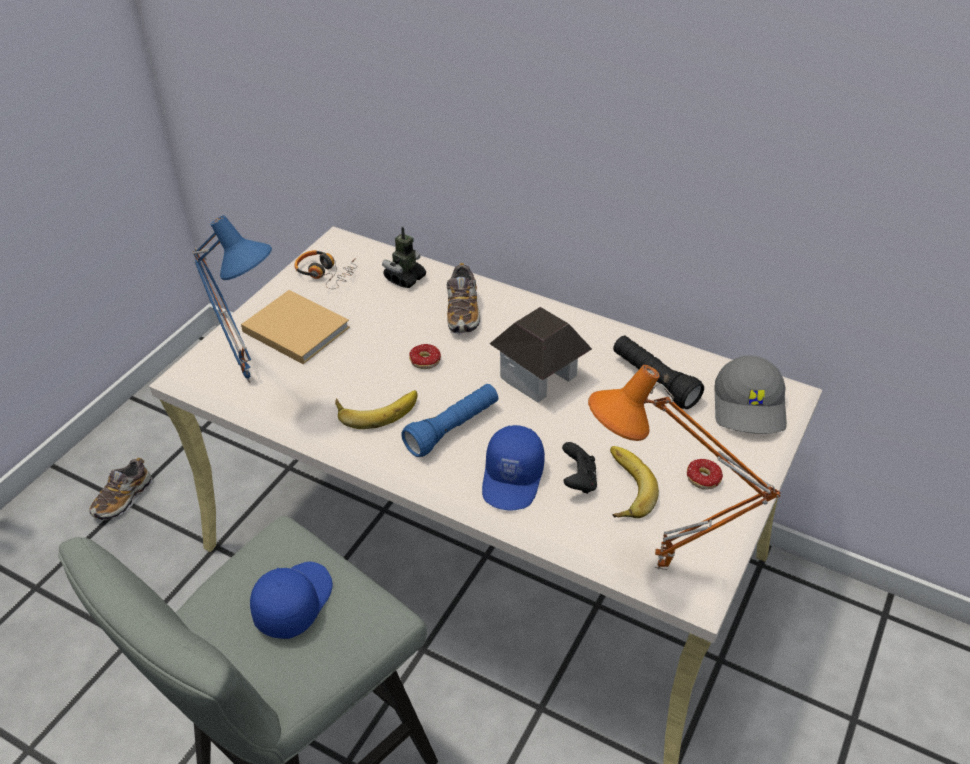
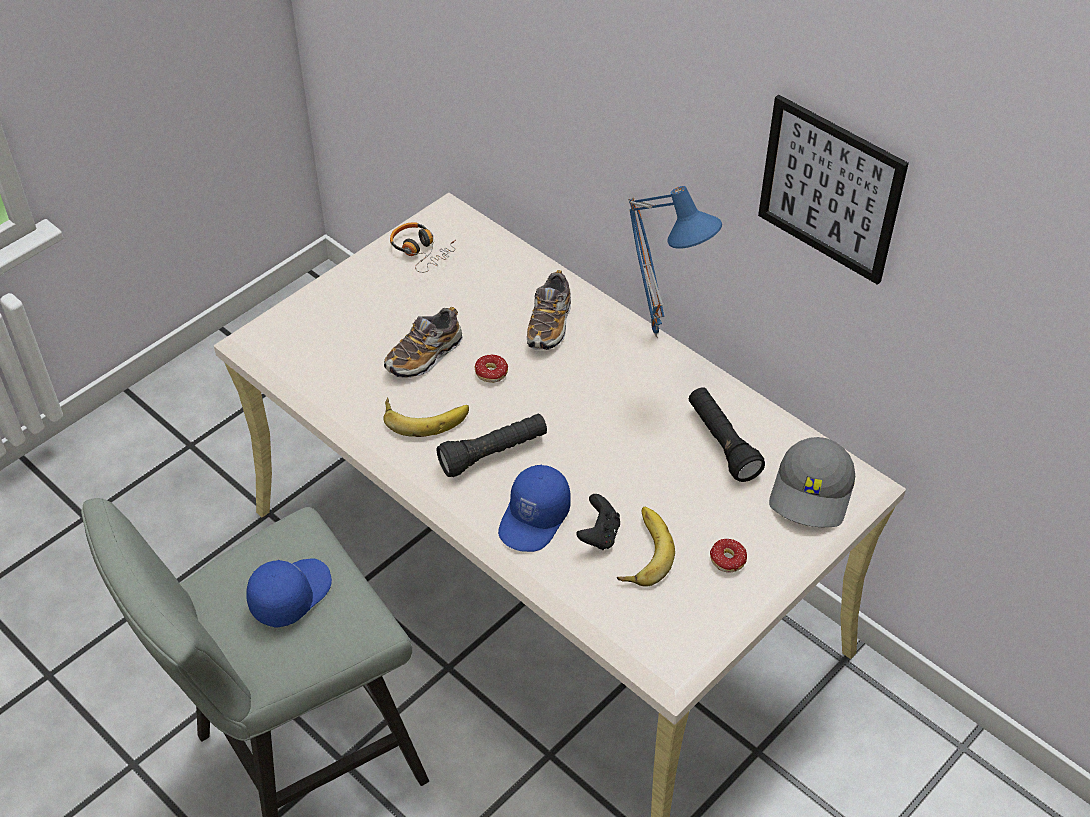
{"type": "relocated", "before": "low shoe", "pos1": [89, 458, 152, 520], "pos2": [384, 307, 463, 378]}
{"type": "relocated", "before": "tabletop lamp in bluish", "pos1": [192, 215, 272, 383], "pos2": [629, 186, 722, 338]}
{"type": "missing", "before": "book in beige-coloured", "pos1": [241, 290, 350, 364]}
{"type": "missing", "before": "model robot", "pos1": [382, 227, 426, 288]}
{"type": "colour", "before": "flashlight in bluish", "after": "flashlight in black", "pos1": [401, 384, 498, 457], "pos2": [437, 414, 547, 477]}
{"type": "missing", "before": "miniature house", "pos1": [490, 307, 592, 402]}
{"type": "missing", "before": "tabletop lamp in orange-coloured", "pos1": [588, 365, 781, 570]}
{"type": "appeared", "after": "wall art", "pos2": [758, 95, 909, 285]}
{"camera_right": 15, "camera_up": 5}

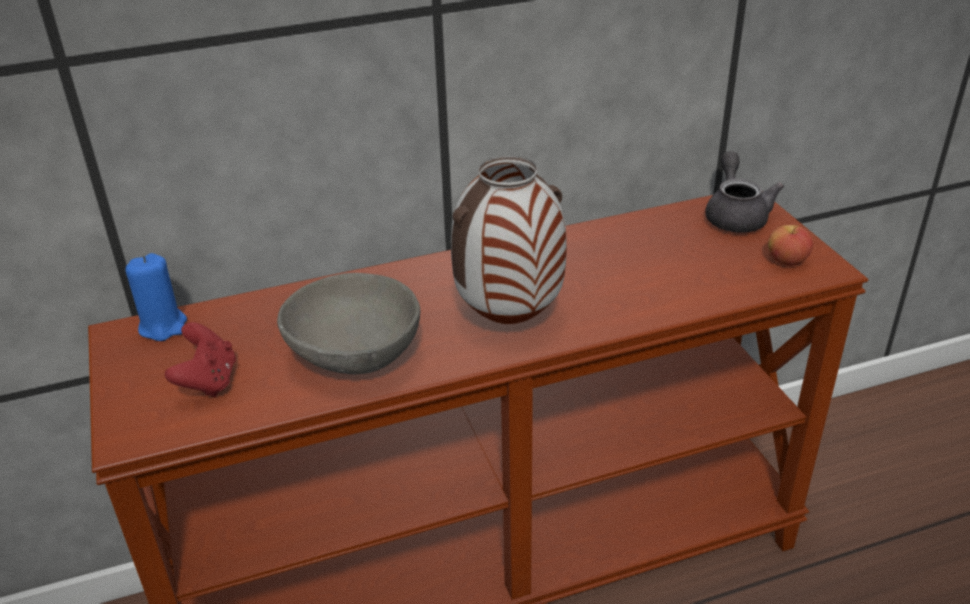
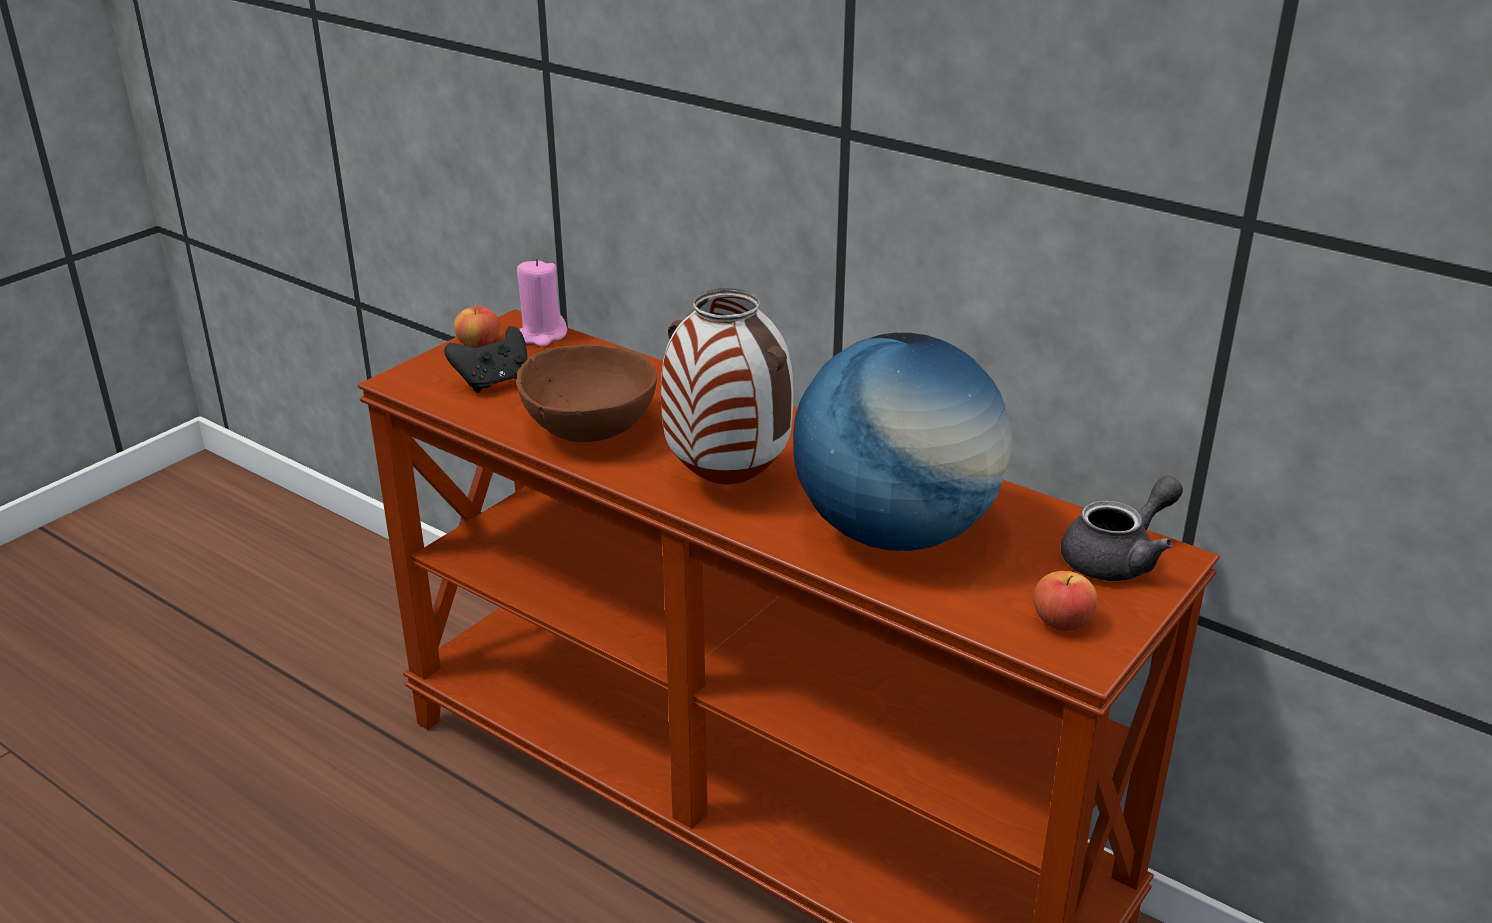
{"type": "colour", "before": "candle in bluish", "after": "candle in pink", "pos1": [125, 253, 187, 341], "pos2": [517, 258, 567, 347]}
{"type": "colour", "before": "game controller in reddish", "after": "game controller in black", "pos1": [165, 322, 236, 397], "pos2": [444, 326, 527, 392]}
{"type": "colour", "before": "bowl in gray", "after": "bowl in brown-coloured", "pos1": [277, 273, 420, 374], "pos2": [517, 344, 657, 442]}
{"type": "appeared", "after": "apple", "pos2": [454, 303, 500, 348]}
{"type": "appeared", "after": "desk globe", "pos2": [793, 333, 1012, 551]}
{"camera_right": 55, "camera_up": -5}

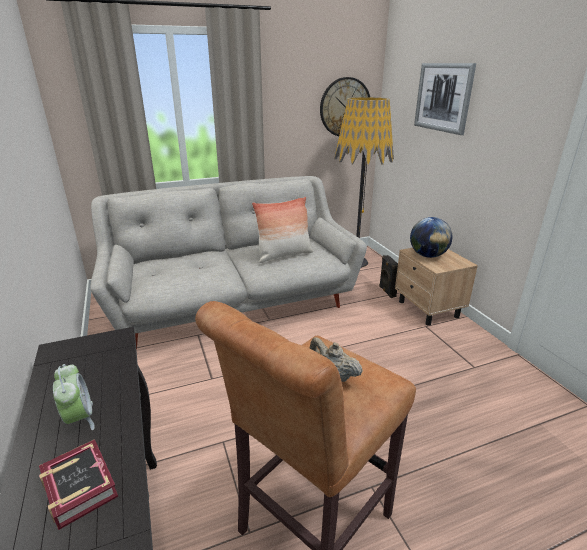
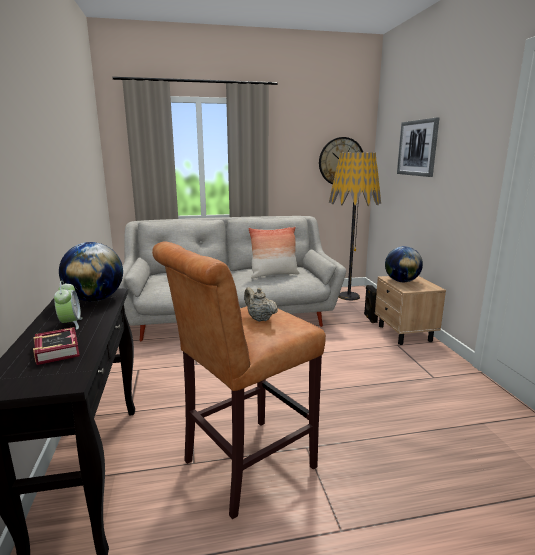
{"type": "appeared", "after": "desk globe", "pos2": [59, 242, 123, 301]}
{"camera_right": 10, "camera_up": -10}

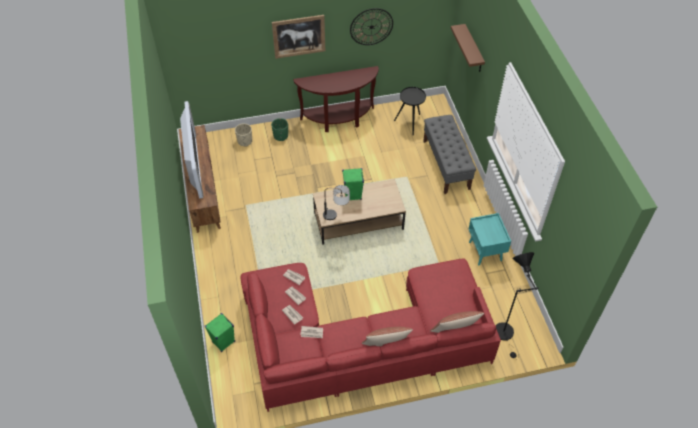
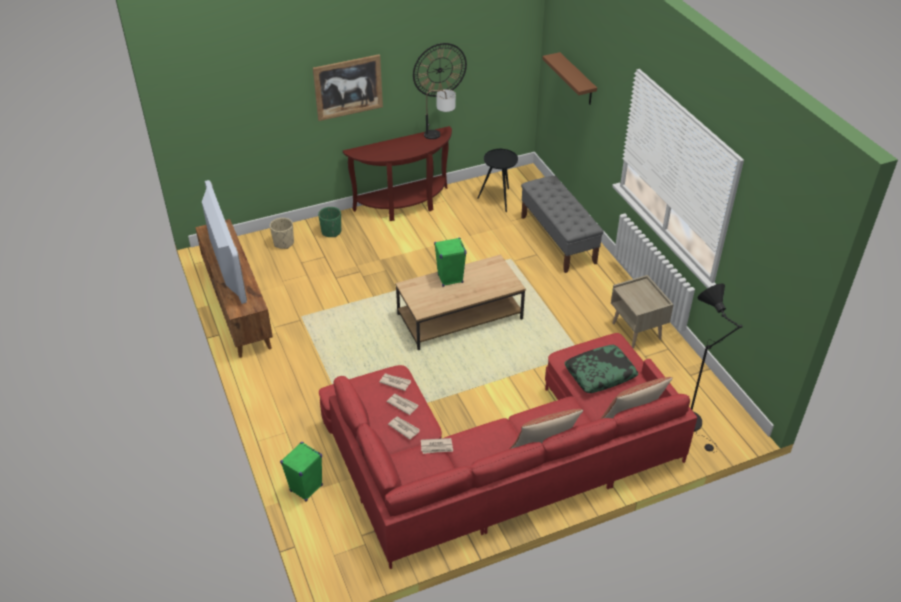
{"type": "relocated", "before": "tabletop lamp", "pos1": [323, 185, 350, 220], "pos2": [424, 89, 456, 139]}
{"type": "colour", "before": "bedside table in turquoise-coloured", "after": "bedside table in beige-coloured", "pos1": [469, 213, 511, 266], "pos2": [611, 275, 674, 348]}
{"type": "appeared", "after": "cushion", "pos2": [565, 345, 638, 393]}
{"camera_right": -10, "camera_up": -10}

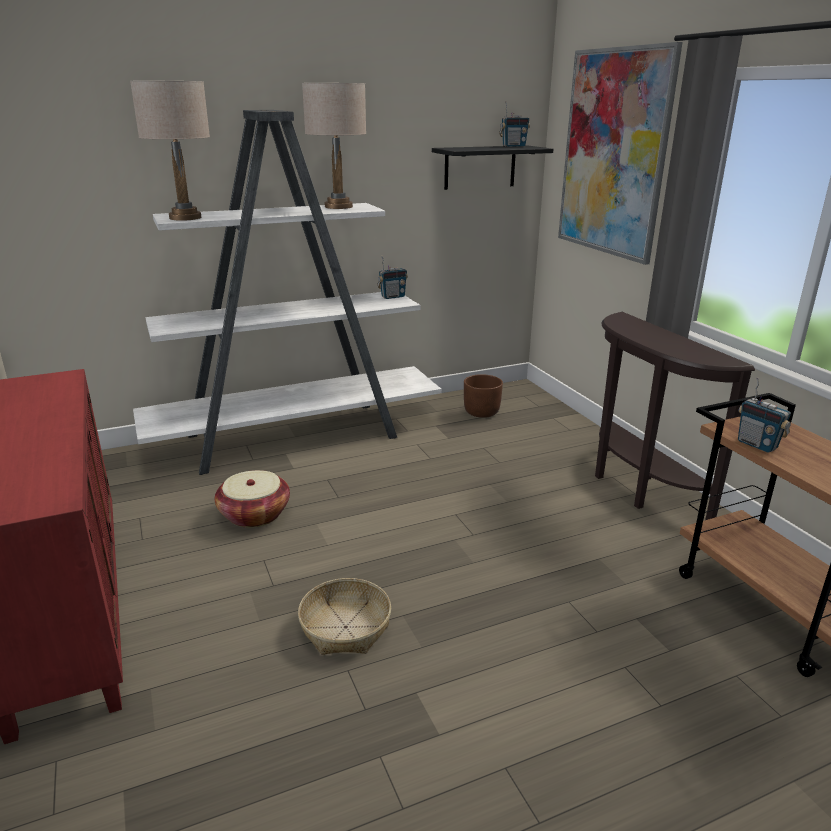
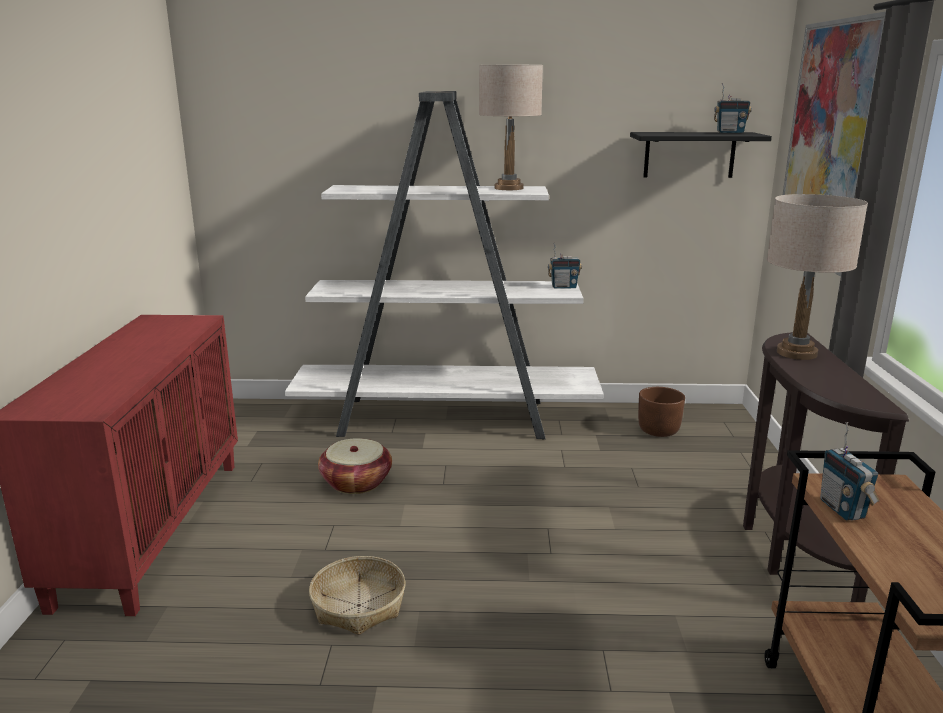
{"type": "relocated", "before": "tabletop lamp in beige-coloured", "pos1": [130, 81, 210, 221], "pos2": [767, 194, 868, 360]}
{"camera_right": 25, "camera_up": -5}

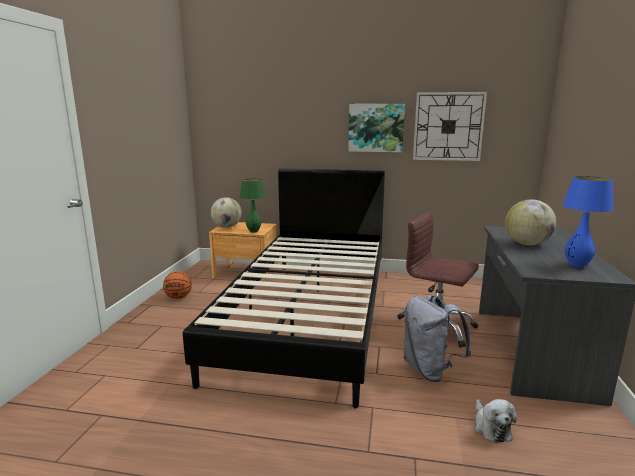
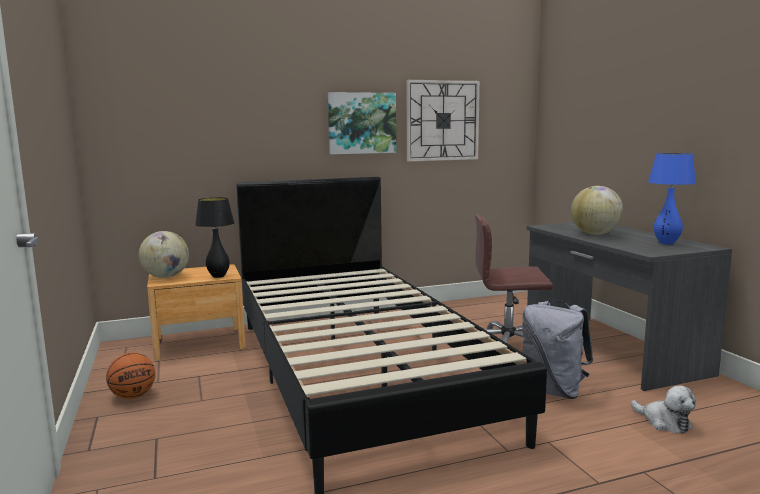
{"type": "colour", "before": "tabletop lamp in green-coloured", "after": "tabletop lamp in black", "pos1": [240, 179, 265, 233], "pos2": [195, 197, 234, 278]}
{"camera_right": -30, "camera_up": -5}

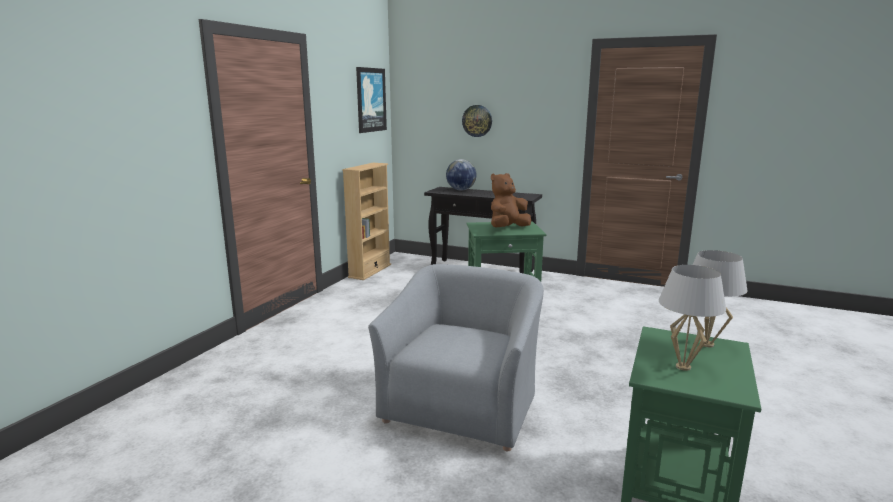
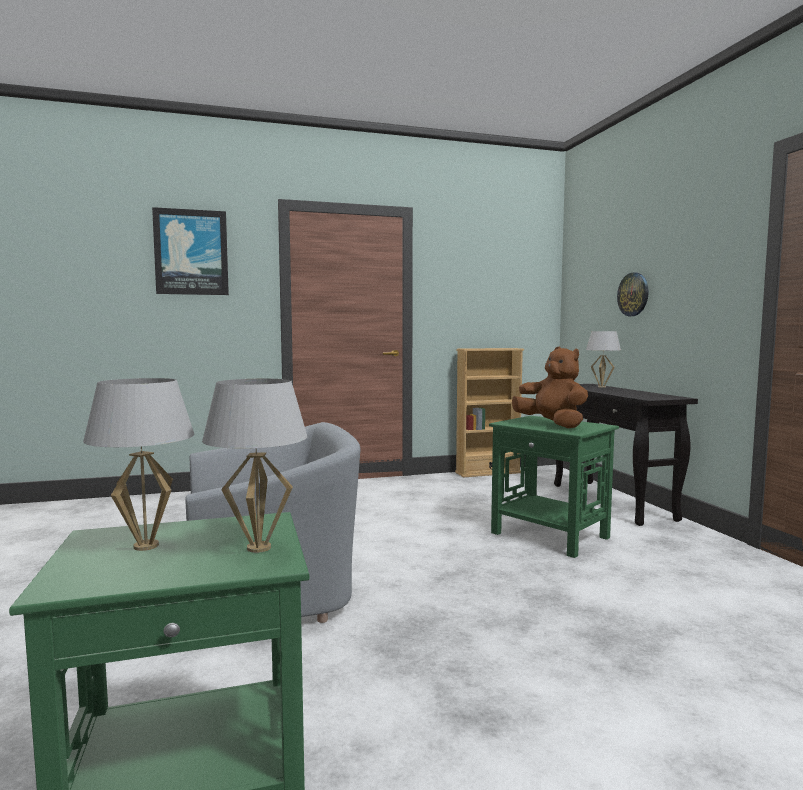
{"type": "relocated", "before": "wall art", "pos1": [356, 67, 387, 133], "pos2": [152, 207, 229, 295]}
{"type": "exchanged", "before": "desk globe", "after": "tabletop lamp in white-coloured", "pos1": [446, 159, 477, 191], "pos2": [586, 331, 621, 388]}
{"type": "spun", "before": "plush toy in brown-coloured", "pos1": [491, 173, 531, 227], "pos2": [512, 346, 588, 428], "turn": 45}
{"camera_right": 50, "camera_up": -10}

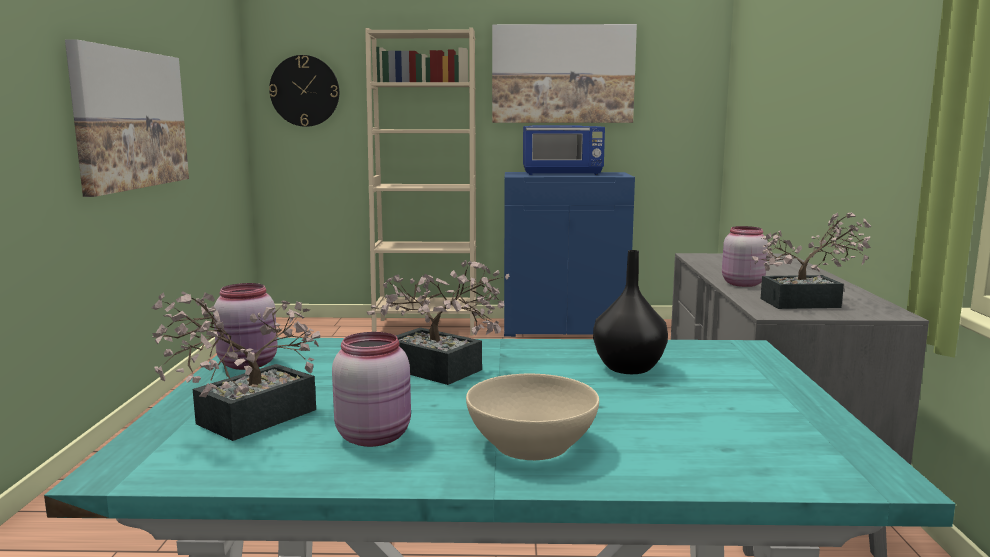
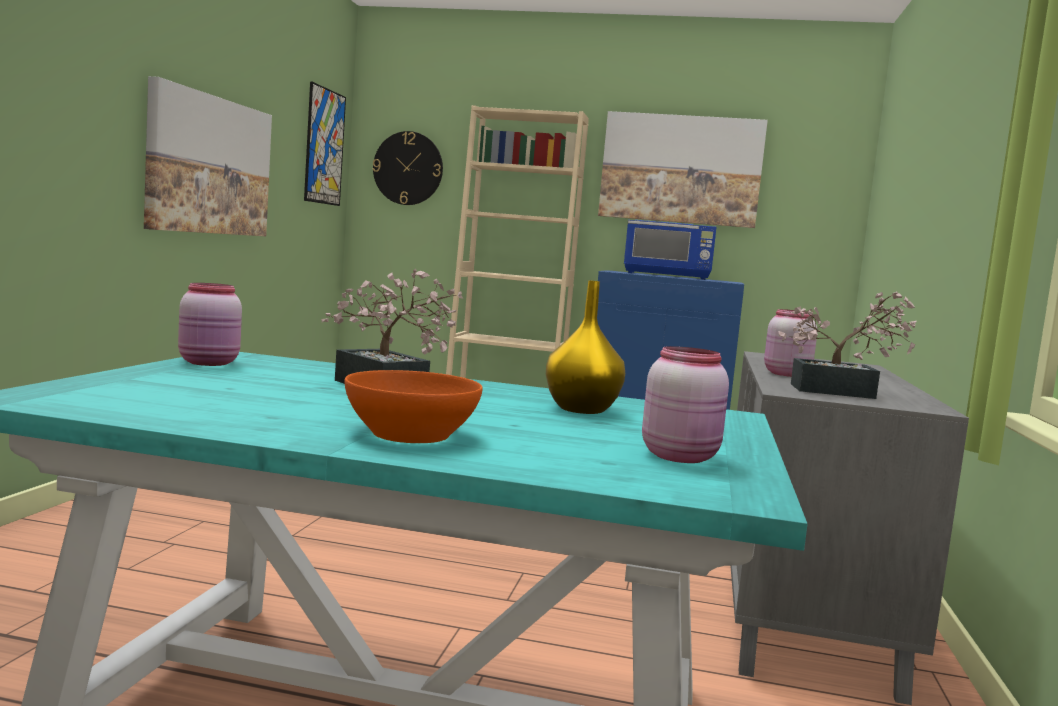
{"type": "missing", "before": "houseplant", "pos1": [152, 291, 320, 441]}
{"type": "relocated", "before": "storage jar in pink", "pos1": [332, 332, 411, 447], "pos2": [642, 346, 729, 463]}
{"type": "colour", "before": "bowl in beige-coloured", "after": "bowl in orange-coloured", "pos1": [466, 374, 599, 460], "pos2": [345, 370, 483, 443]}
{"type": "colour", "before": "vase in black", "after": "vase in yellow", "pos1": [593, 250, 668, 374], "pos2": [546, 280, 625, 414]}
{"type": "appeared", "after": "wall art", "pos2": [304, 81, 346, 206]}
{"camera_right": 10, "camera_up": -5}

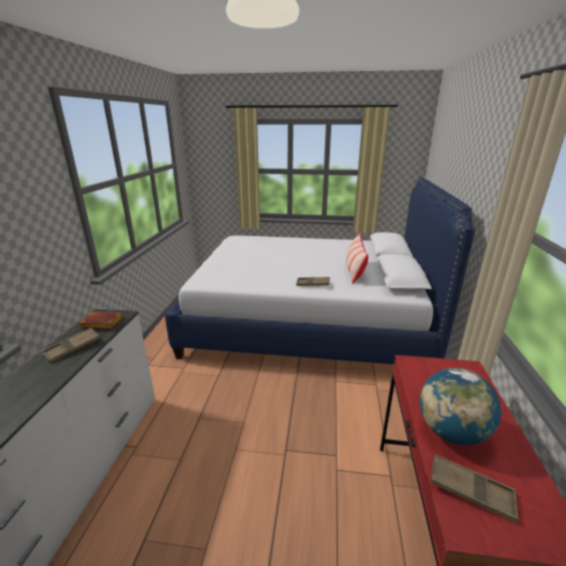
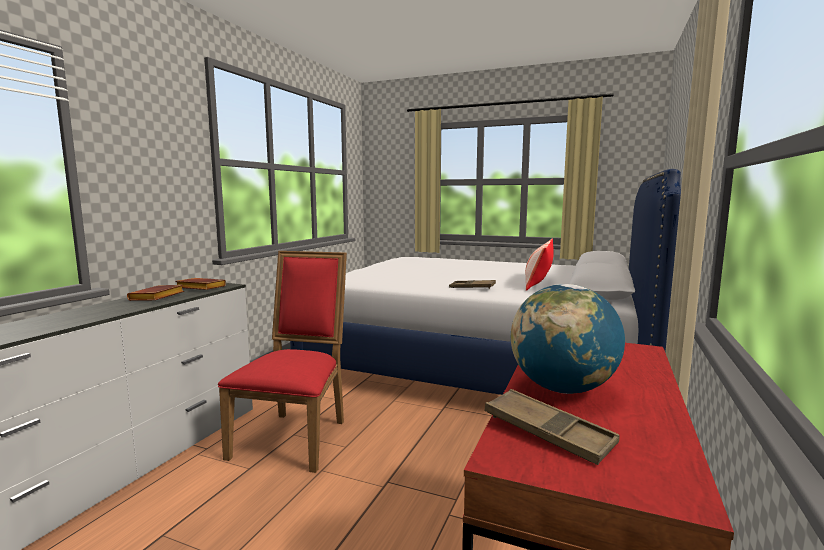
{"type": "exchanged", "before": "tray in brown-coloured", "after": "book in brown-coloured", "pos1": [41, 328, 100, 363], "pos2": [127, 285, 184, 301]}
{"type": "appeared", "after": "plain chair in reddish", "pos2": [218, 251, 347, 473]}
{"camera_right": 15, "camera_up": -15}

